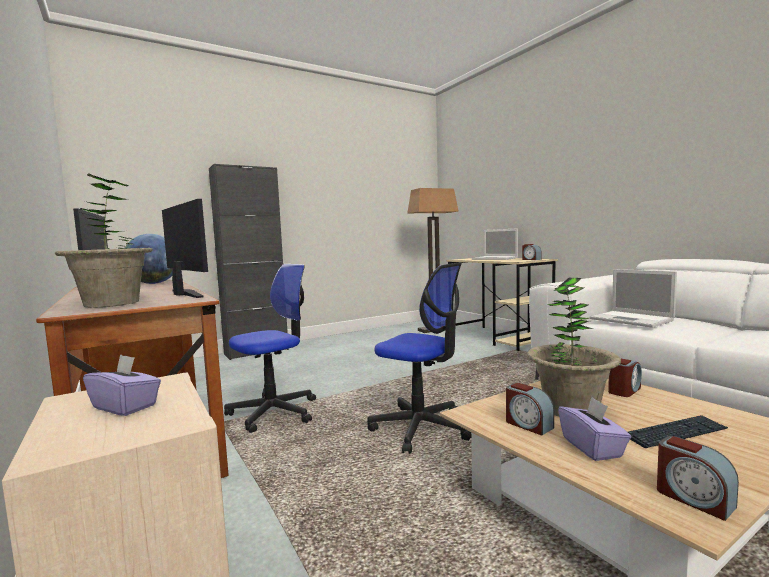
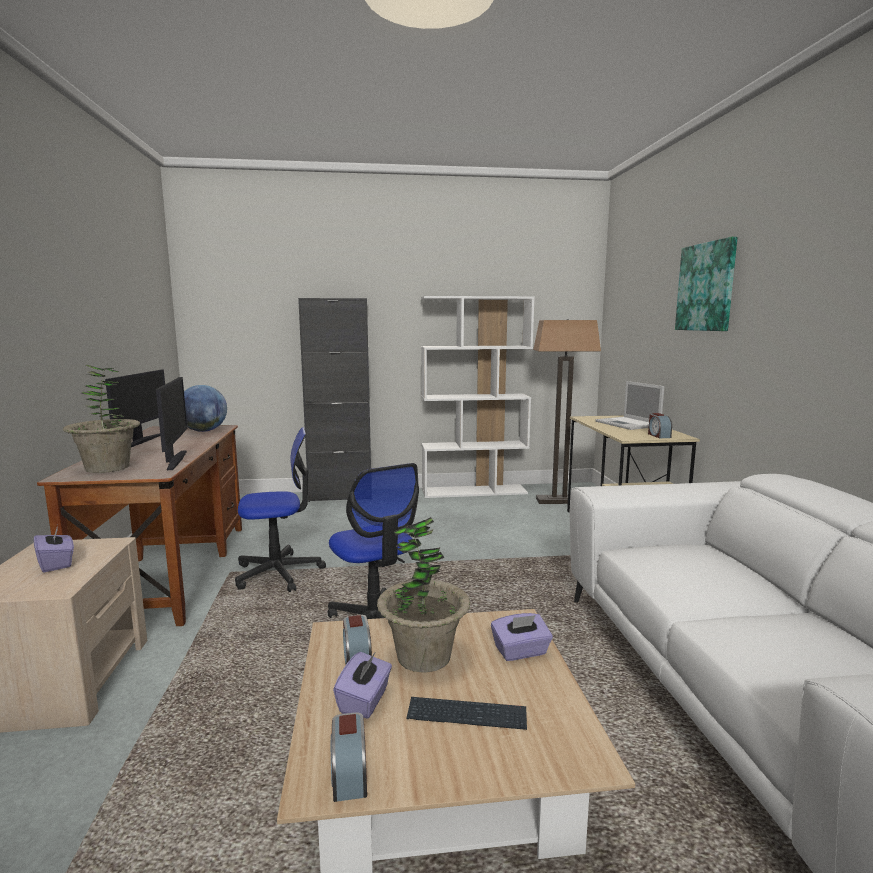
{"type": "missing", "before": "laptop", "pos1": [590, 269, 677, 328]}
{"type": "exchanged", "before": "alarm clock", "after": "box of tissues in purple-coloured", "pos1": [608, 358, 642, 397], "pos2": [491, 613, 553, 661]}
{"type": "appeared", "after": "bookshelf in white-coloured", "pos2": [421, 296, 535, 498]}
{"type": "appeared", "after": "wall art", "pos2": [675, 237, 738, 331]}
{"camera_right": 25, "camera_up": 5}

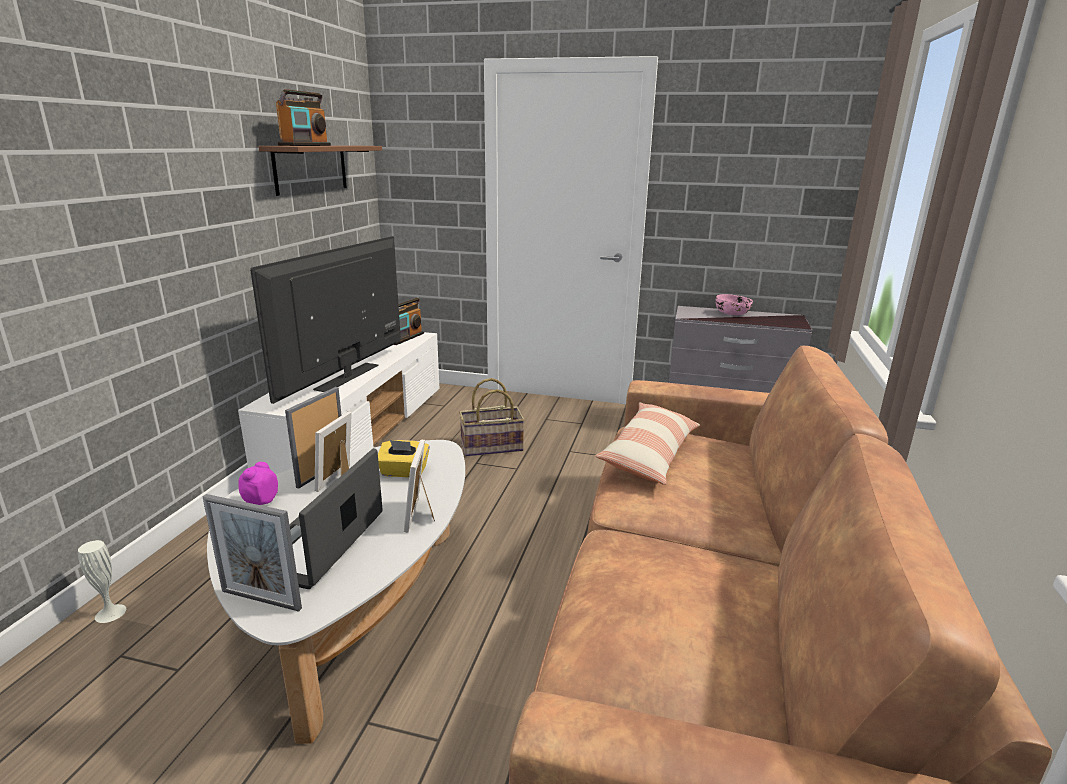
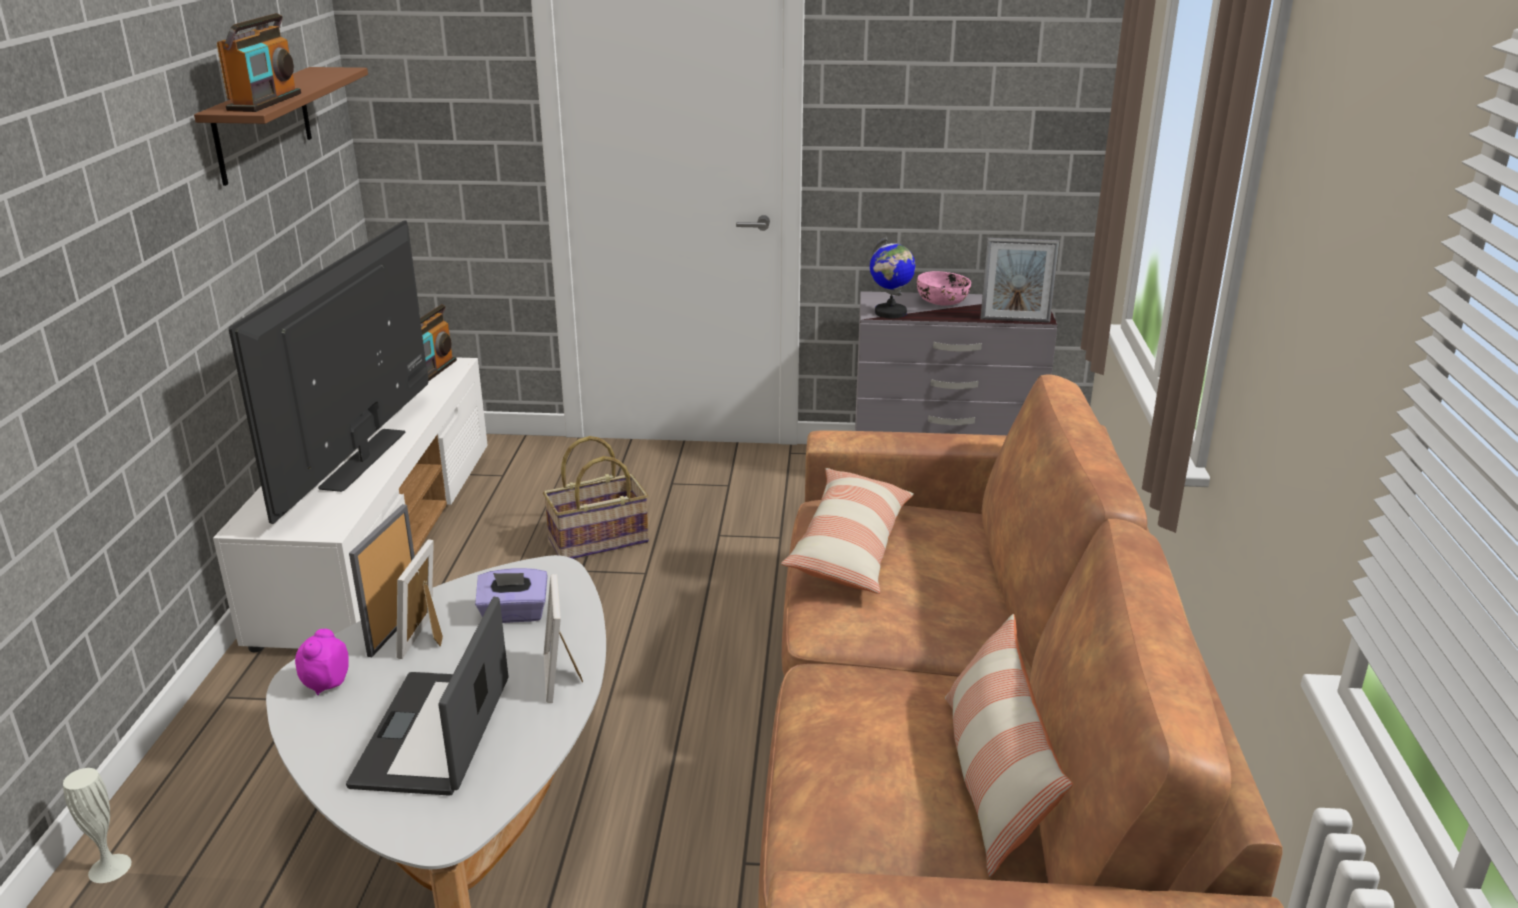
{"type": "relocated", "before": "photo frame", "pos1": [202, 494, 302, 612], "pos2": [980, 238, 1059, 323]}
{"type": "colour", "before": "box of tissues in yellow", "after": "box of tissues in purple-coloured", "pos1": [378, 440, 430, 478], "pos2": [475, 568, 548, 623]}
{"type": "appeared", "after": "desk globe", "pos2": [870, 236, 915, 319]}
{"type": "appeared", "after": "cushion", "pos2": [945, 614, 1073, 877]}
{"camera_right": -10, "camera_up": 5}

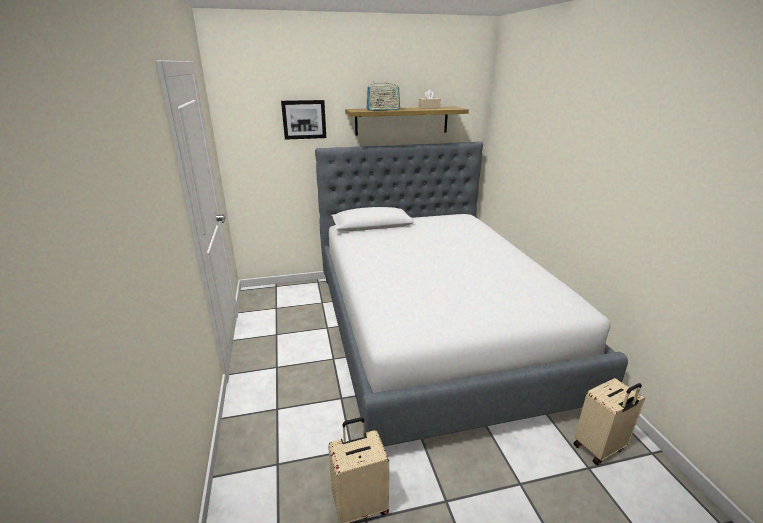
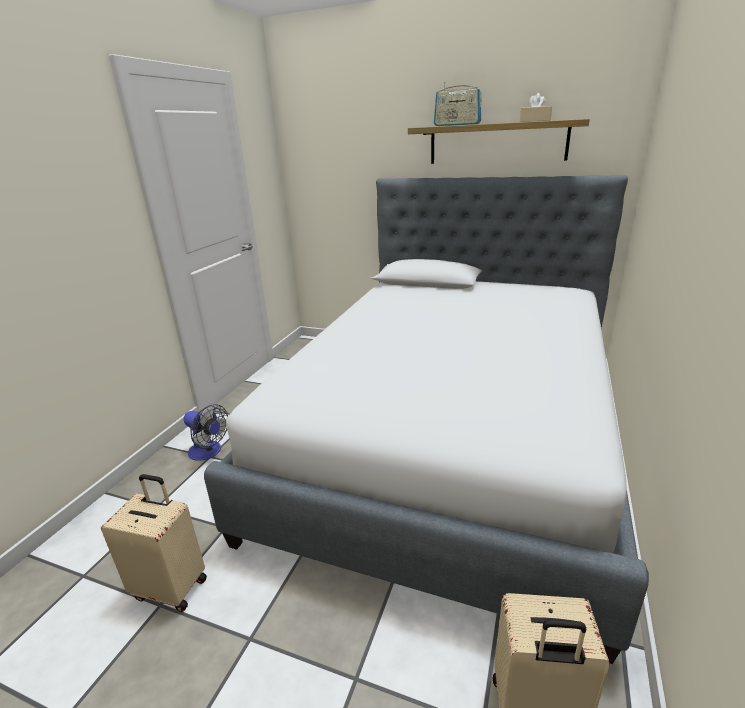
{"type": "missing", "before": "wall art", "pos1": [281, 100, 326, 140]}
{"type": "appeared", "after": "cooling fan", "pos2": [184, 404, 228, 461]}
{"camera_right": 35, "camera_up": 0}

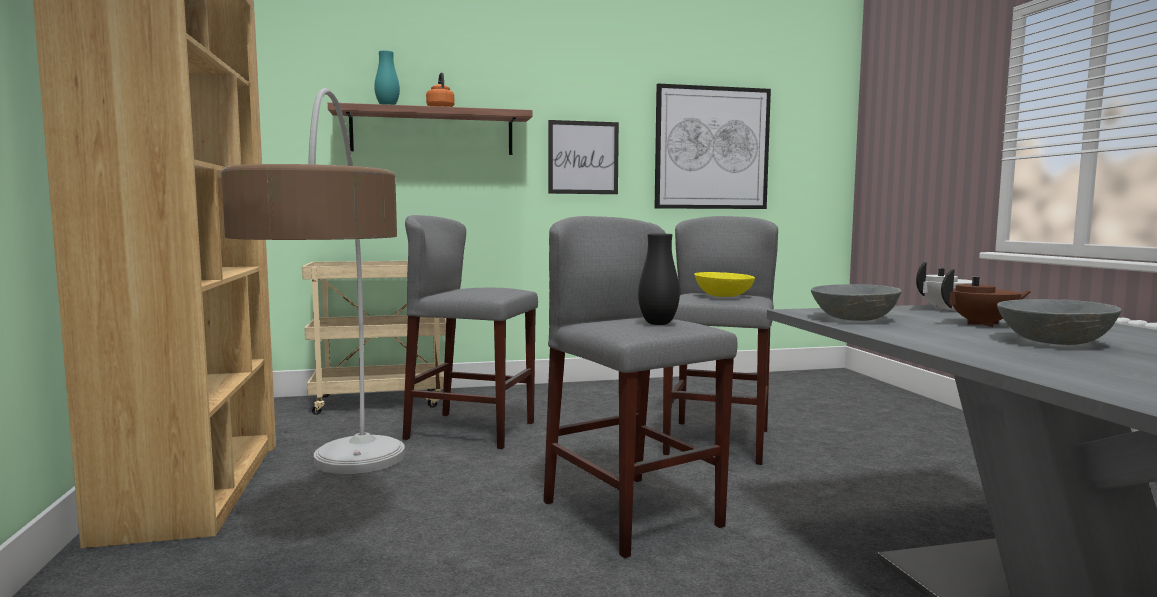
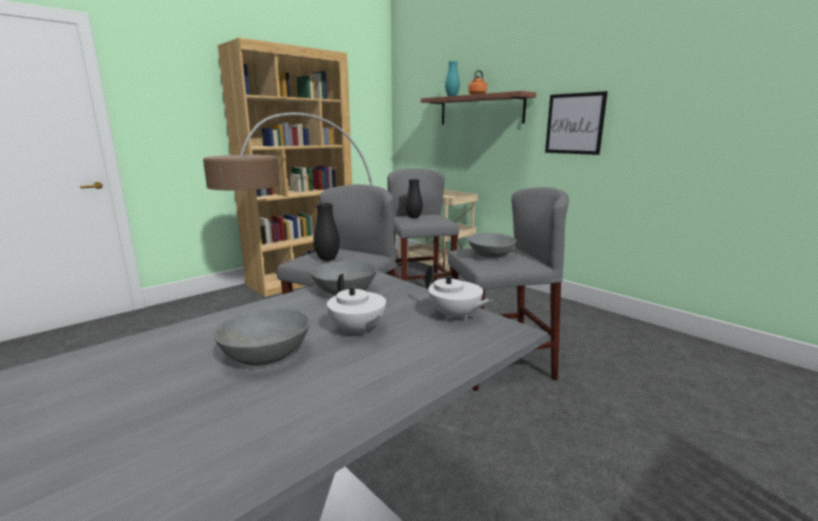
{"type": "missing", "before": "wall art", "pos1": [655, 84, 771, 209]}
{"type": "colour", "before": "bowl in yellow", "after": "bowl in gray", "pos1": [694, 272, 755, 297], "pos2": [468, 233, 516, 258]}
{"type": "colour", "before": "teapot in brown-coloured", "after": "teapot in white-coloured", "pos1": [941, 269, 1032, 327], "pos2": [327, 274, 386, 336]}
{"type": "appeared", "after": "vase in black", "pos2": [405, 179, 423, 218]}
{"camera_right": 60, "camera_up": 10}

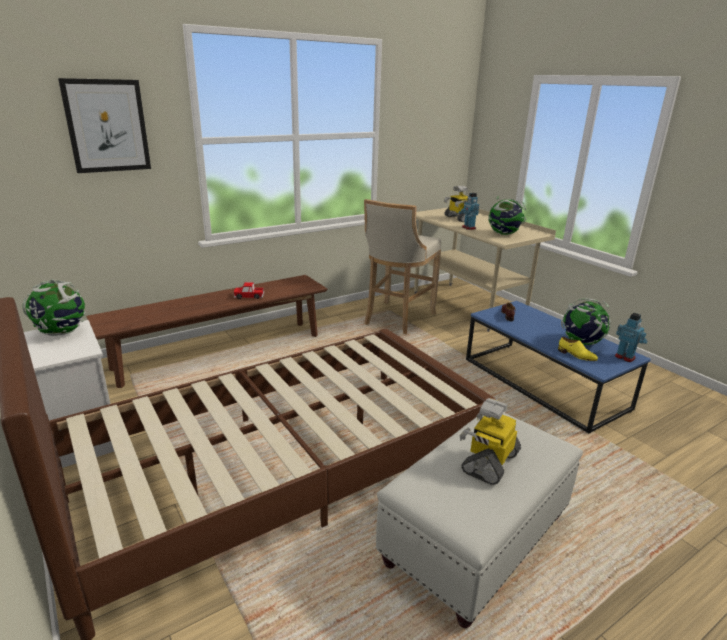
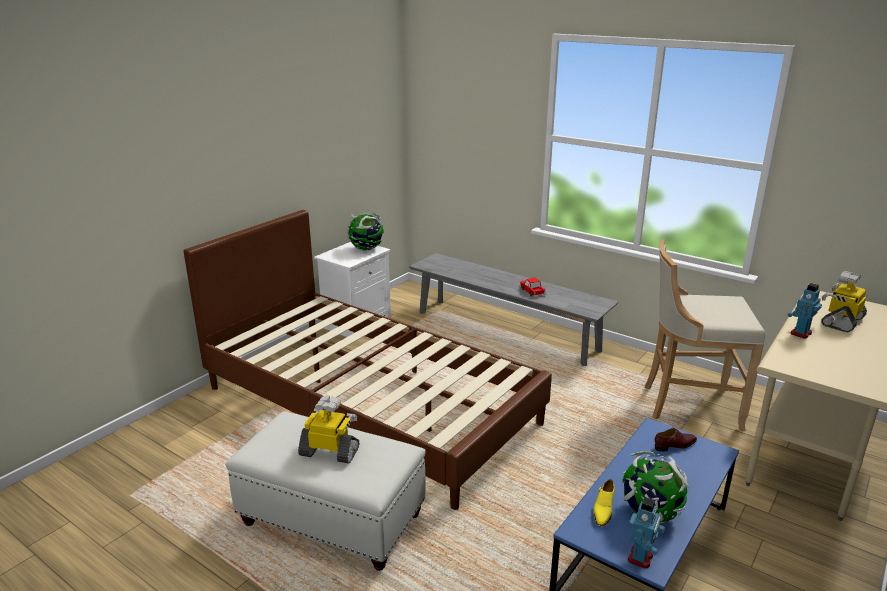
{"type": "missing", "before": "wall art", "pos1": [58, 78, 151, 173]}
{"type": "colour", "before": "bench in brown-coloured", "after": "bench in gray", "pos1": [86, 275, 327, 388], "pos2": [409, 253, 619, 366]}
{"type": "missing", "before": "desk globe", "pos1": [488, 196, 526, 235]}
{"camera_right": 70, "camera_up": 0}

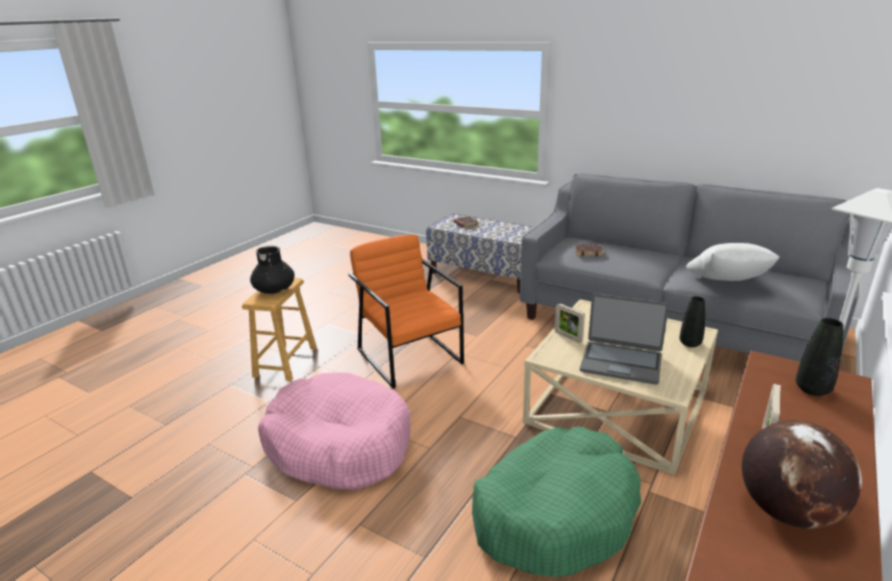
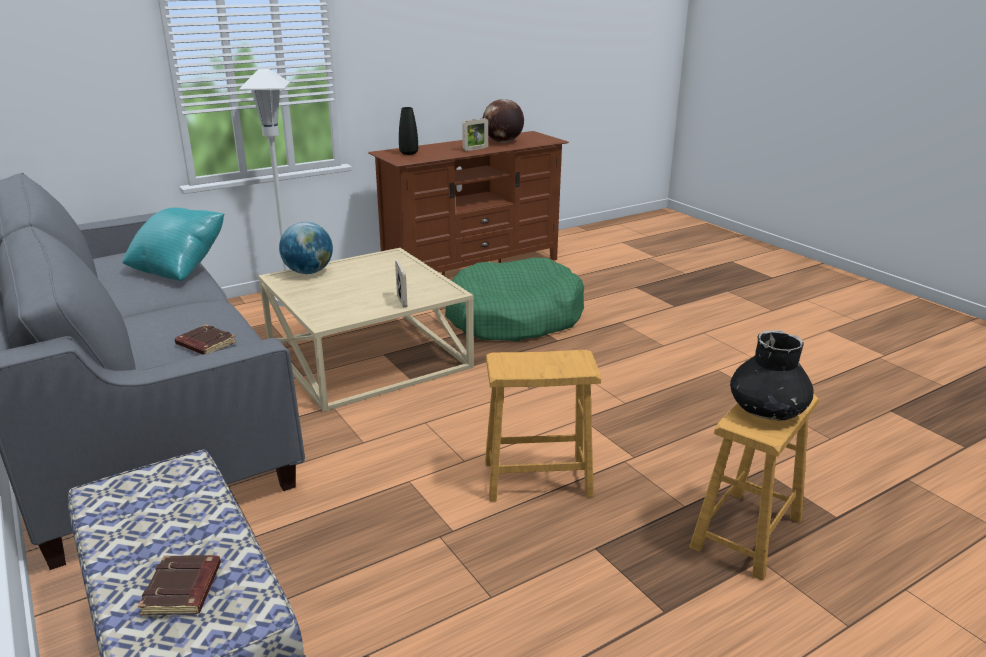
{"type": "missing", "before": "dog bed in pink", "pos1": [258, 372, 410, 490]}
{"type": "exchanged", "before": "armchair in orange-coloured", "after": "stool in brown-coloured", "pos1": [348, 235, 464, 389], "pos2": [485, 350, 601, 502]}
{"type": "missing", "before": "laptop", "pos1": [580, 294, 669, 385]}
{"type": "exchanged", "before": "vase in black", "after": "desk globe", "pos1": [680, 296, 705, 347], "pos2": [279, 222, 333, 274]}
{"type": "colour", "before": "cushion in white-coloured", "after": "cushion in turquoise-coloured", "pos1": [686, 243, 780, 281], "pos2": [122, 208, 224, 281]}
{"camera_right": -155, "camera_up": 0}

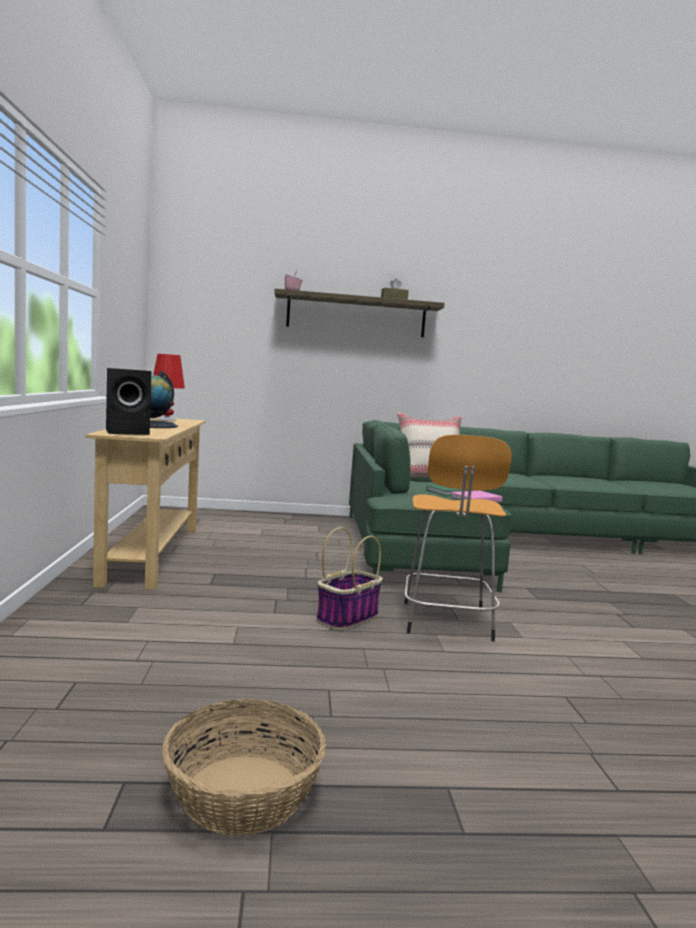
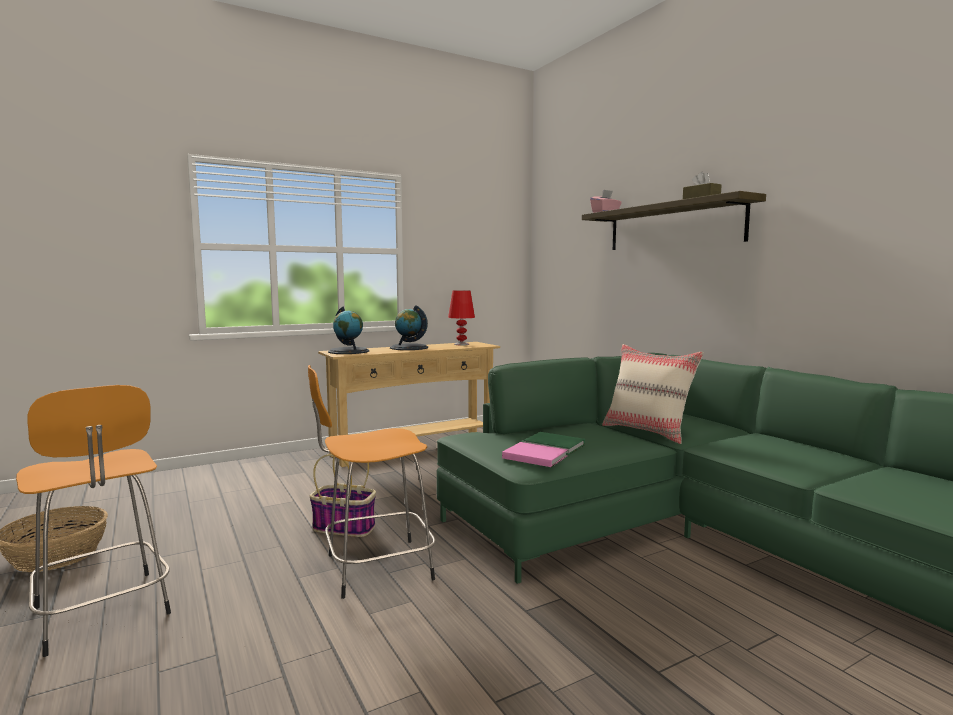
{"type": "exchanged", "before": "speaker in black", "after": "desk globe", "pos1": [106, 368, 151, 435], "pos2": [328, 307, 369, 354]}
{"type": "appeared", "after": "stool in orange-coloured", "pos2": [16, 385, 171, 657]}
{"camera_right": 65, "camera_up": 0}

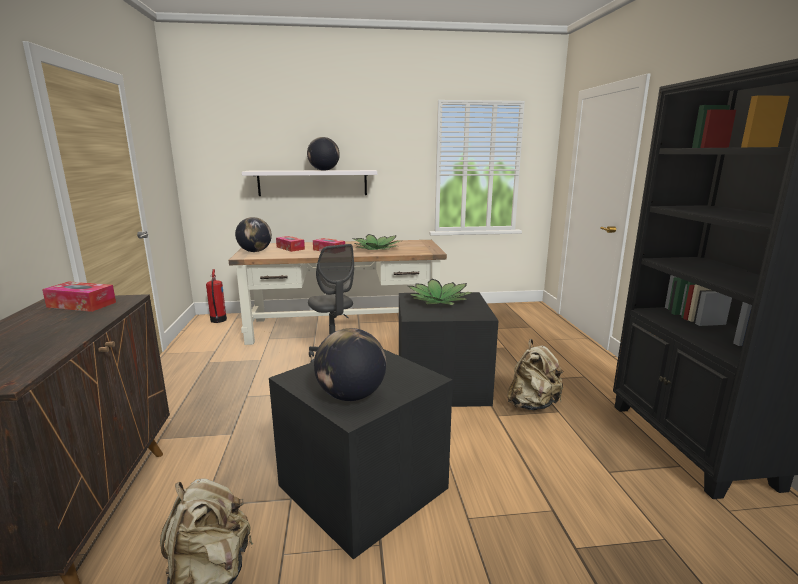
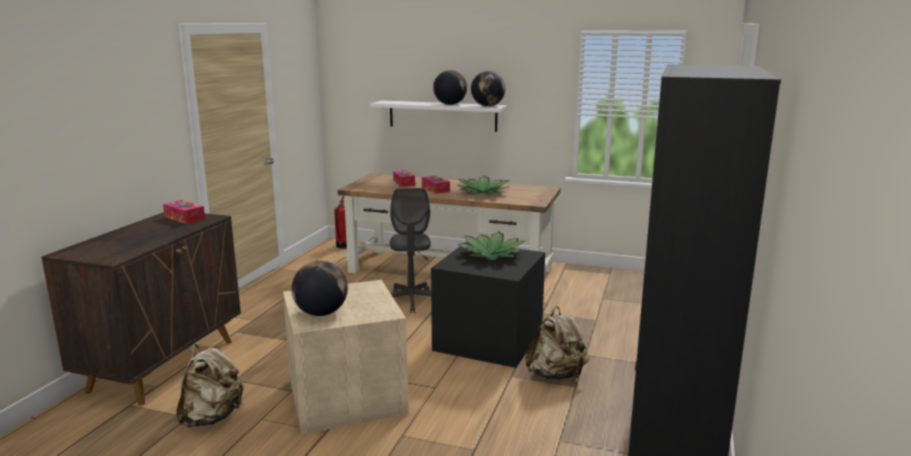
{"type": "relocated", "before": "desk globe", "pos1": [235, 217, 272, 252], "pos2": [471, 71, 505, 106]}
{"type": "colour", "before": "storage box in black", "after": "storage box in beige-coloured", "pos1": [269, 349, 453, 560], "pos2": [283, 280, 408, 434]}
{"camera_right": 25, "camera_up": 0}

